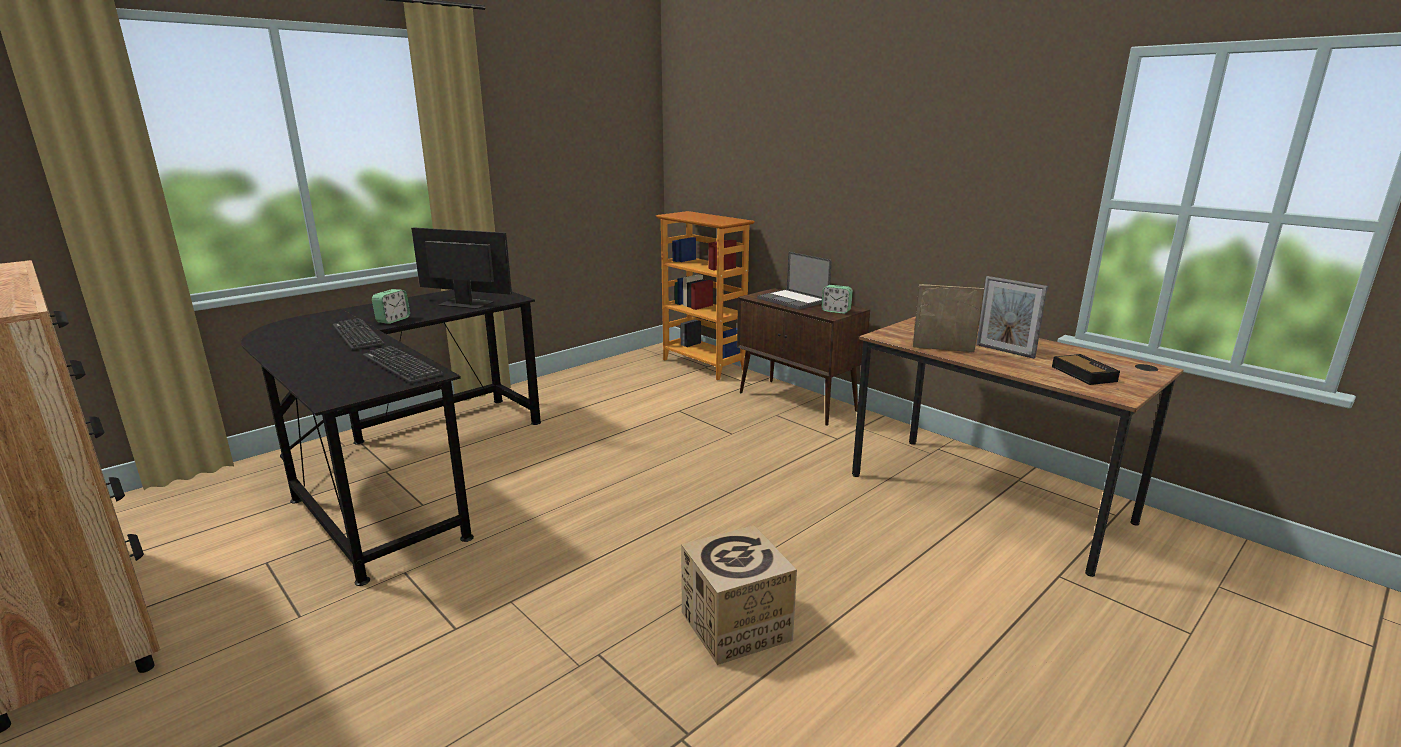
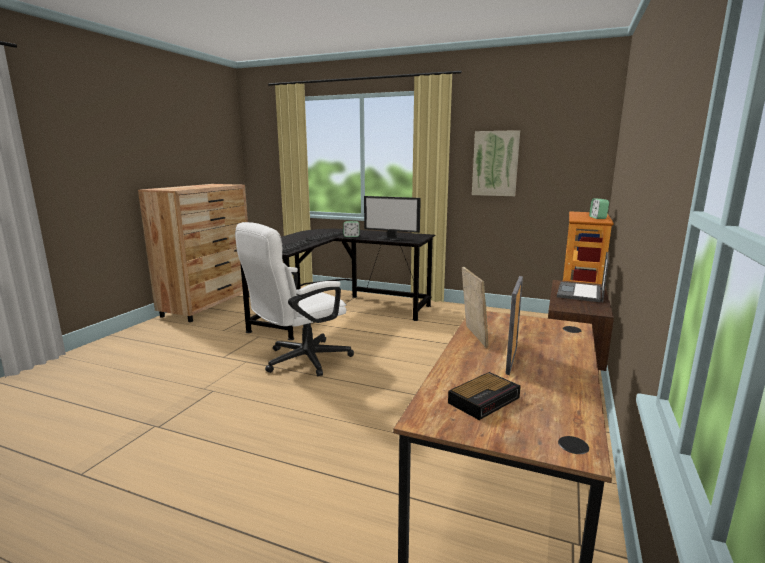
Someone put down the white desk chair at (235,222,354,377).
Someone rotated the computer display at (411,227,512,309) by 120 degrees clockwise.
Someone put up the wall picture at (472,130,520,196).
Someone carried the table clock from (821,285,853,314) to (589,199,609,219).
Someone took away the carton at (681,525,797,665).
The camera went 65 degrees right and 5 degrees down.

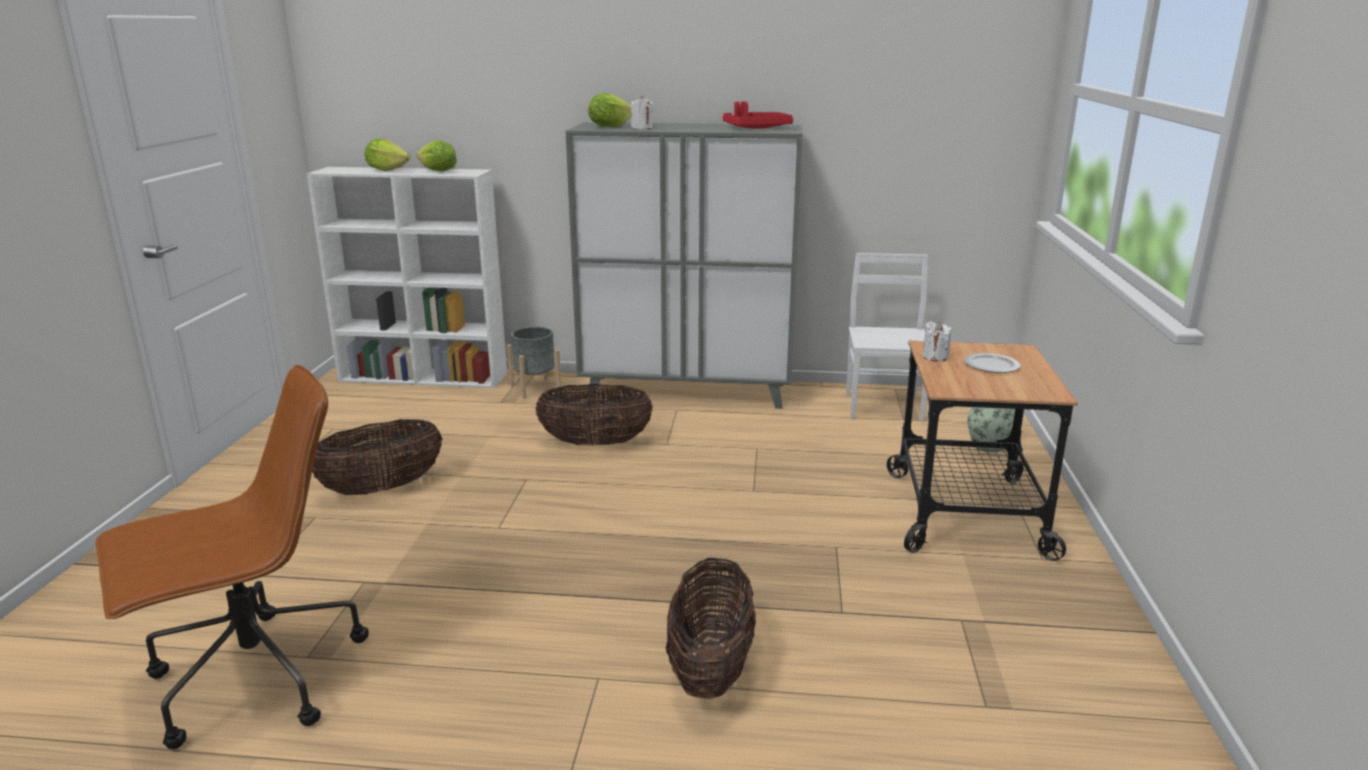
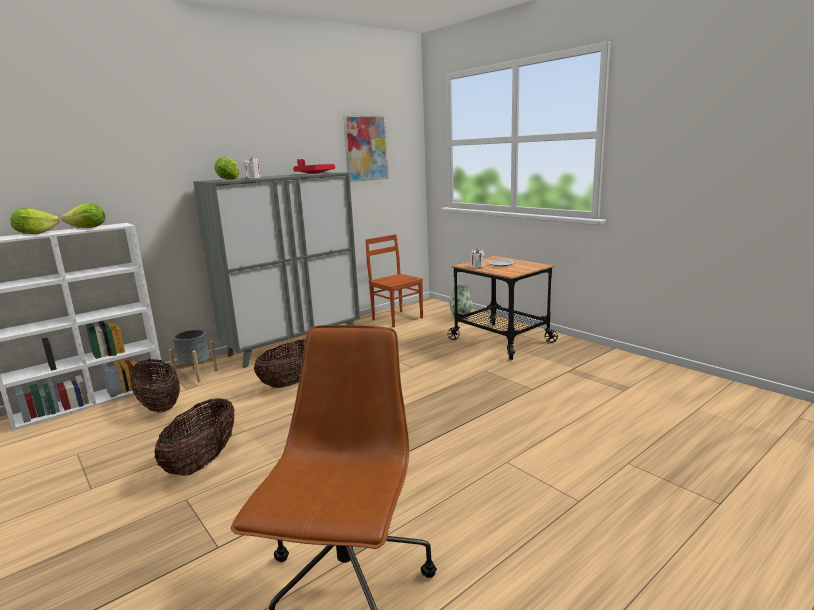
Someone carried the basket from (666,557,756,699) to (130,359,180,413).
Someone put up the wall picture at (343,115,389,182).
Someone repainted the white chair at (846,253,928,422), which became the brownish chair at (365,234,423,327).
The camera went 45 degrees left and 5 degrees down.

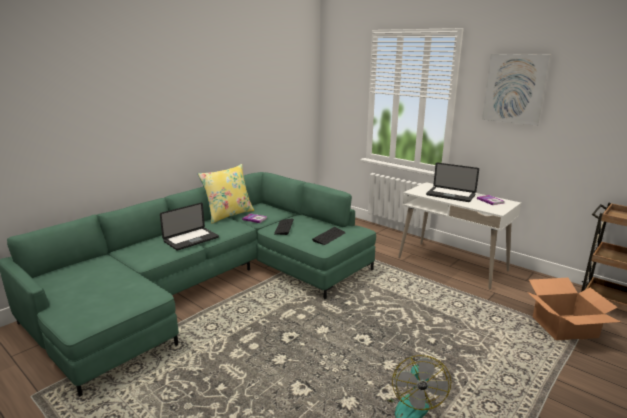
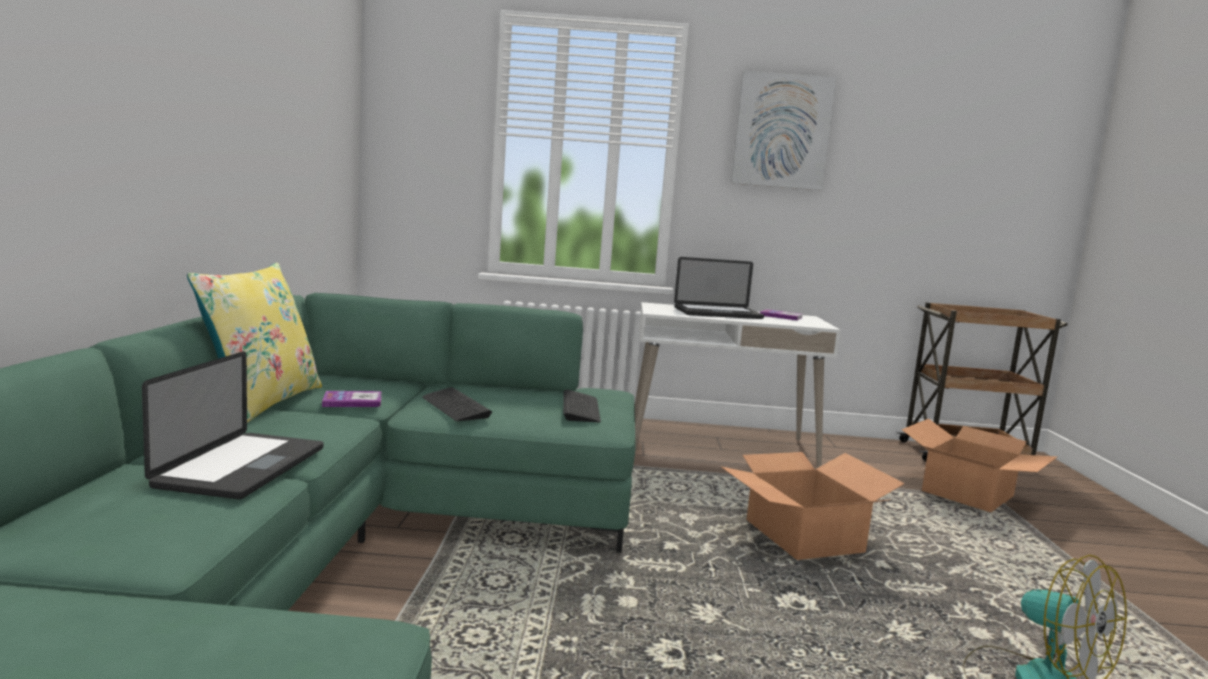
Someone put down the carton at (721,452,905,560).
The camera went 40 degrees left and 10 degrees down.

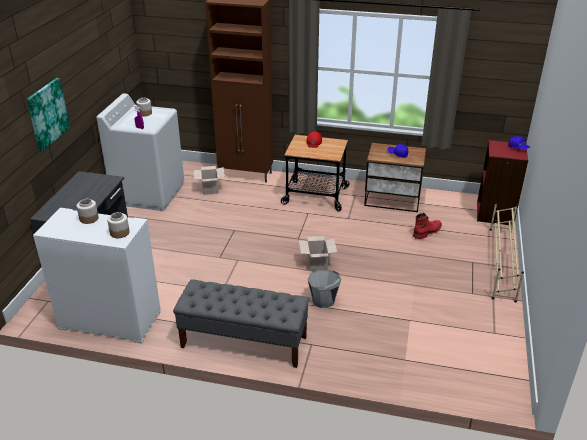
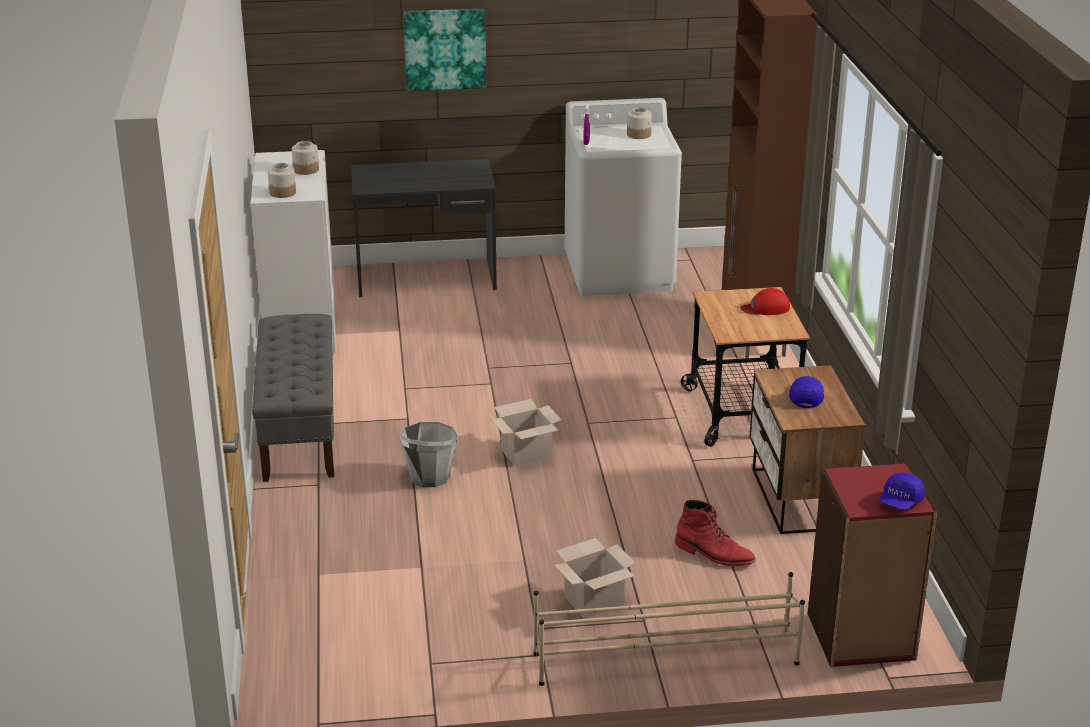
Someone carried the carton from (194,166,225,195) to (554,538,636,619).
The camera went 70 degrees right and 5 degrees down.

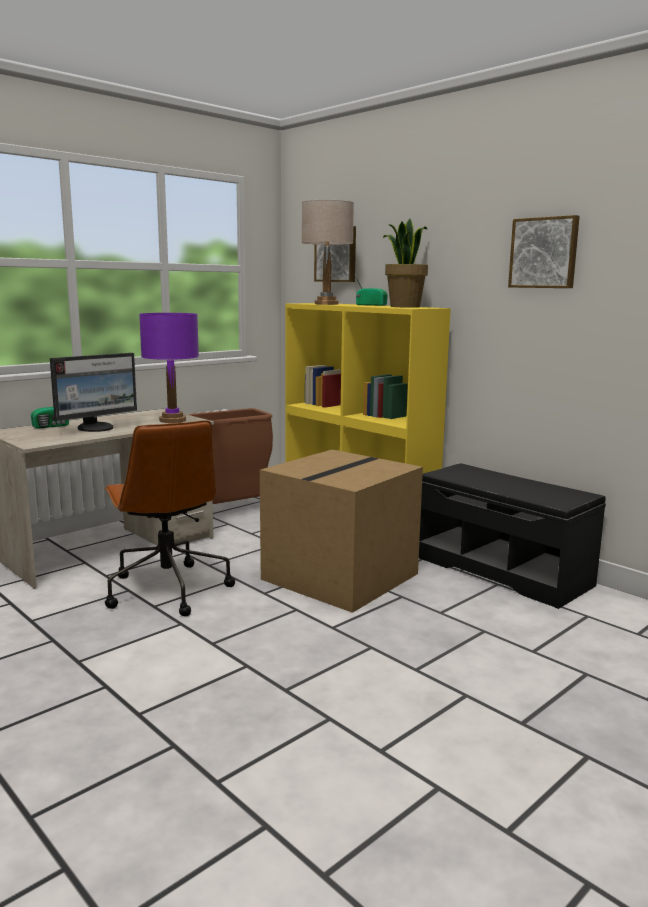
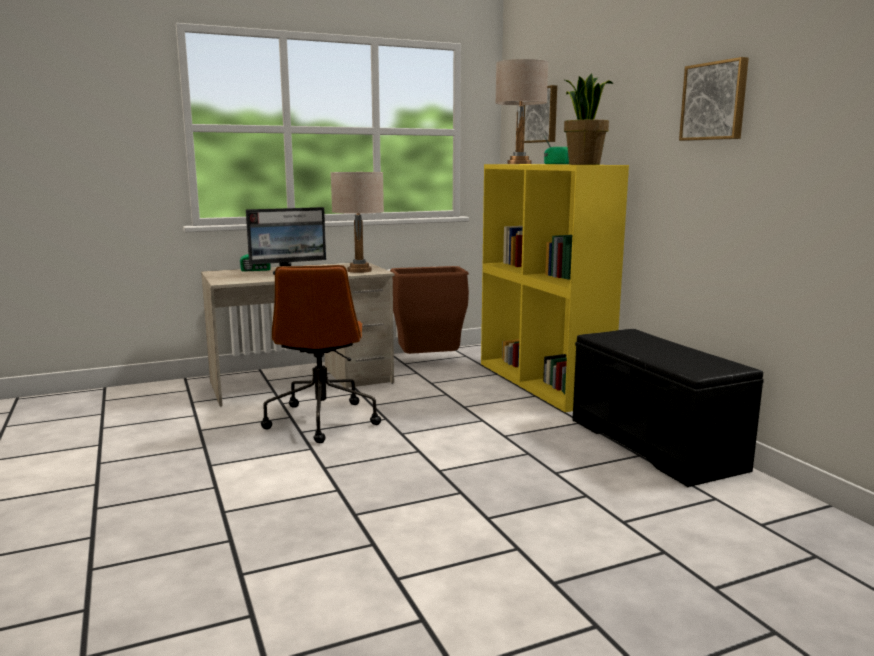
Someone repainted the purple table lamp at (139,313,199,423), which became the beige table lamp at (331,172,384,273).
Someone took away the carton at (260,450,423,613).
The camera went 20 degrees right and 0 degrees up.

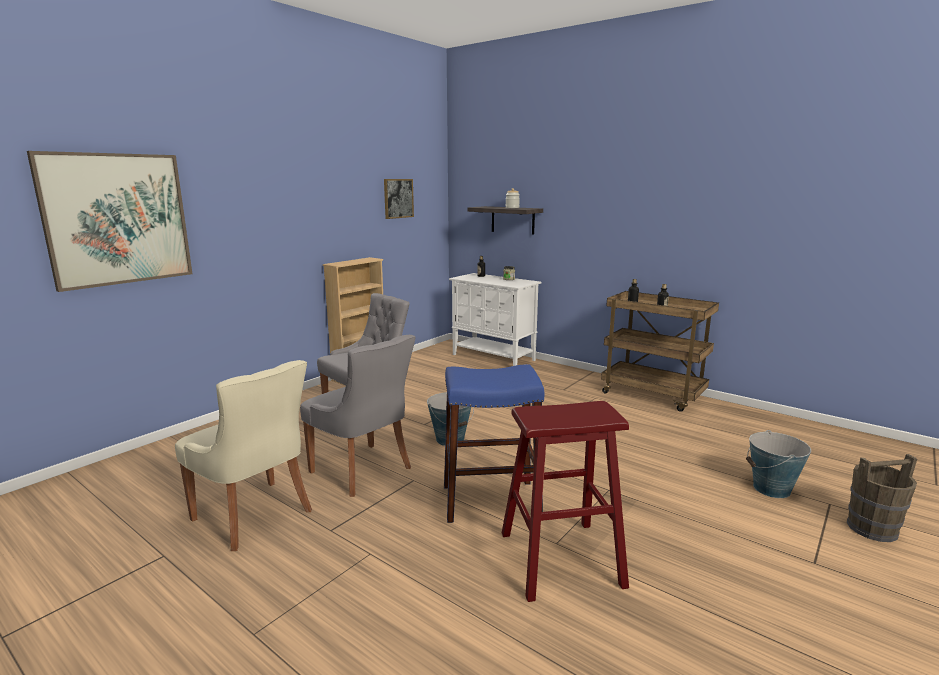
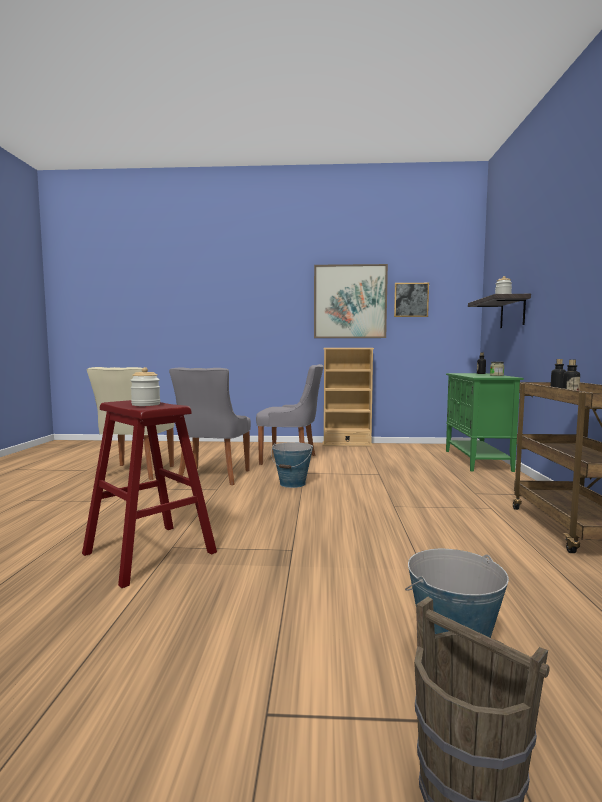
Someone put down the jar at (130,367,160,406).
Someone carried the wall picture from (27,151,193,292) to (314,264,388,338).
Someone repainted the white cupboard at (449,273,542,366), which became the green cupboard at (446,373,524,472).
Someone took away the blue-coloured stool at (444,364,544,523).
The camera went 55 degrees right and 10 degrees down.

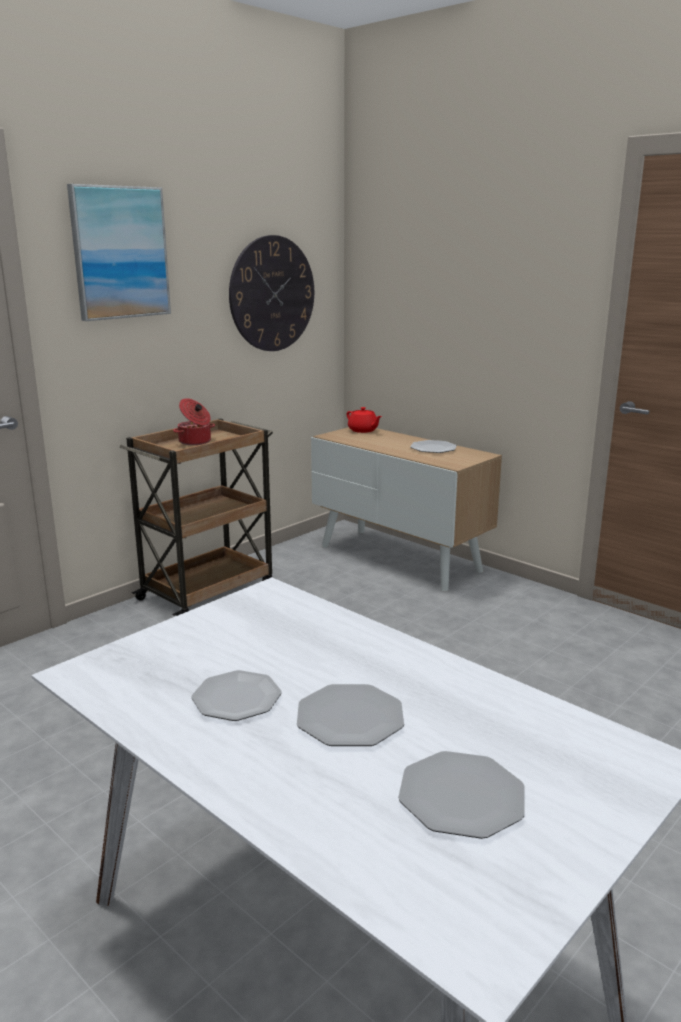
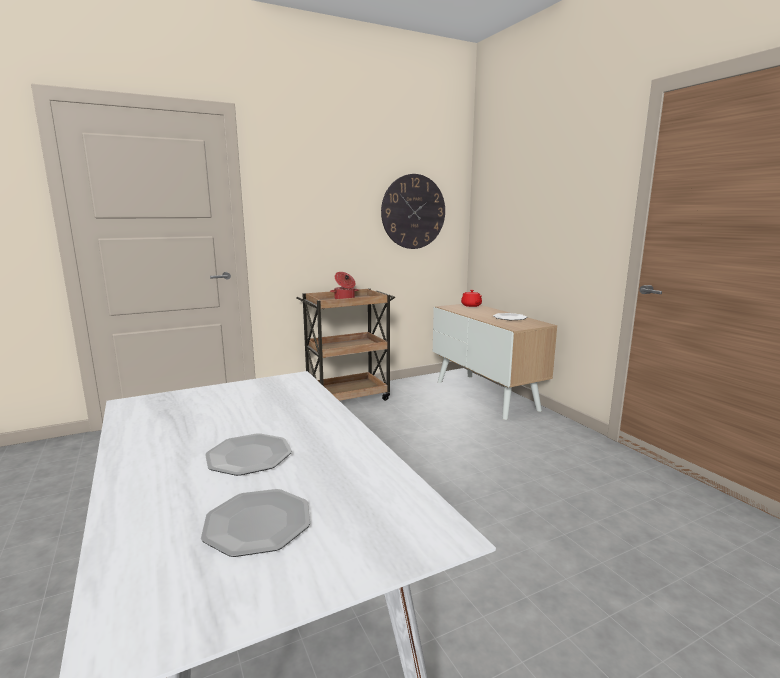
Someone took away the wall picture at (67,184,171,321).
Someone took away the dinner plate at (191,670,282,721).
The camera went 20 degrees right and 5 degrees down.

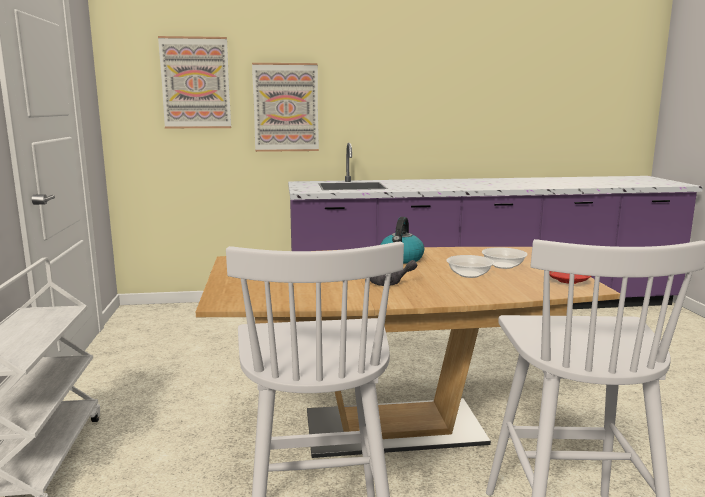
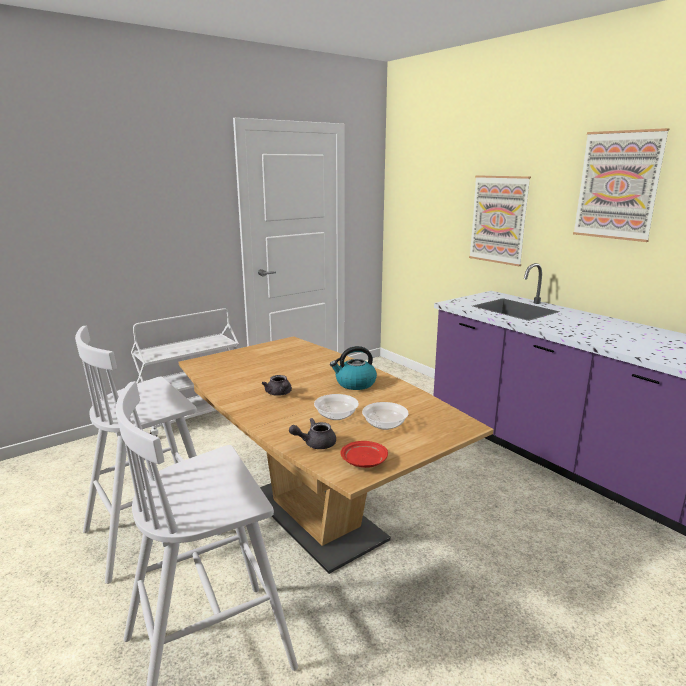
Someone put down the grey pot for tea at (289,418,336,449).
Someone carried the wall picture from (158,36,231,128) to (573,128,669,242).
The camera went 60 degrees right and 5 degrees up.

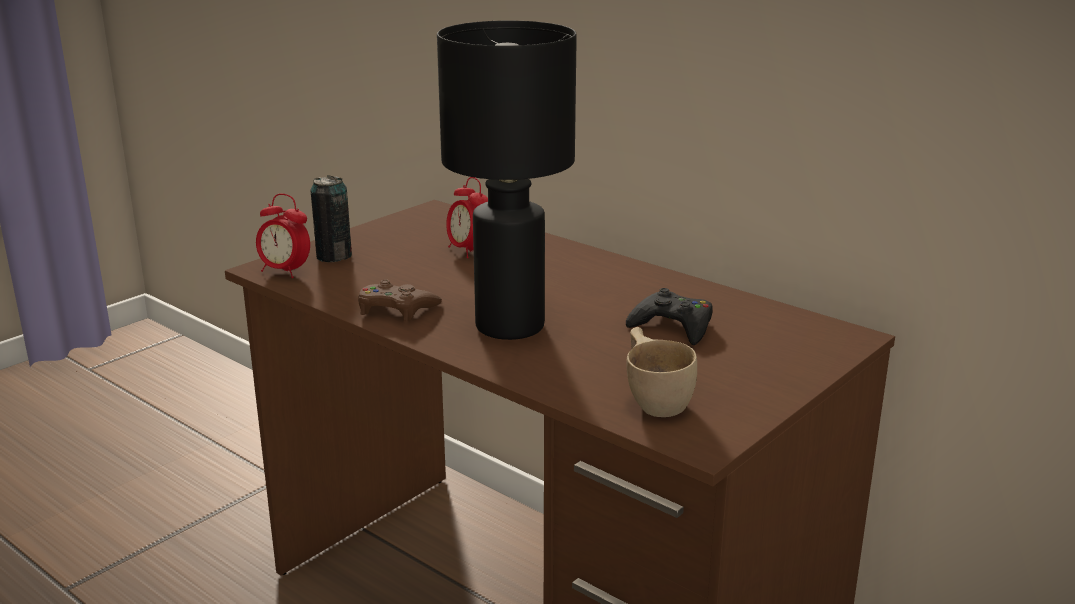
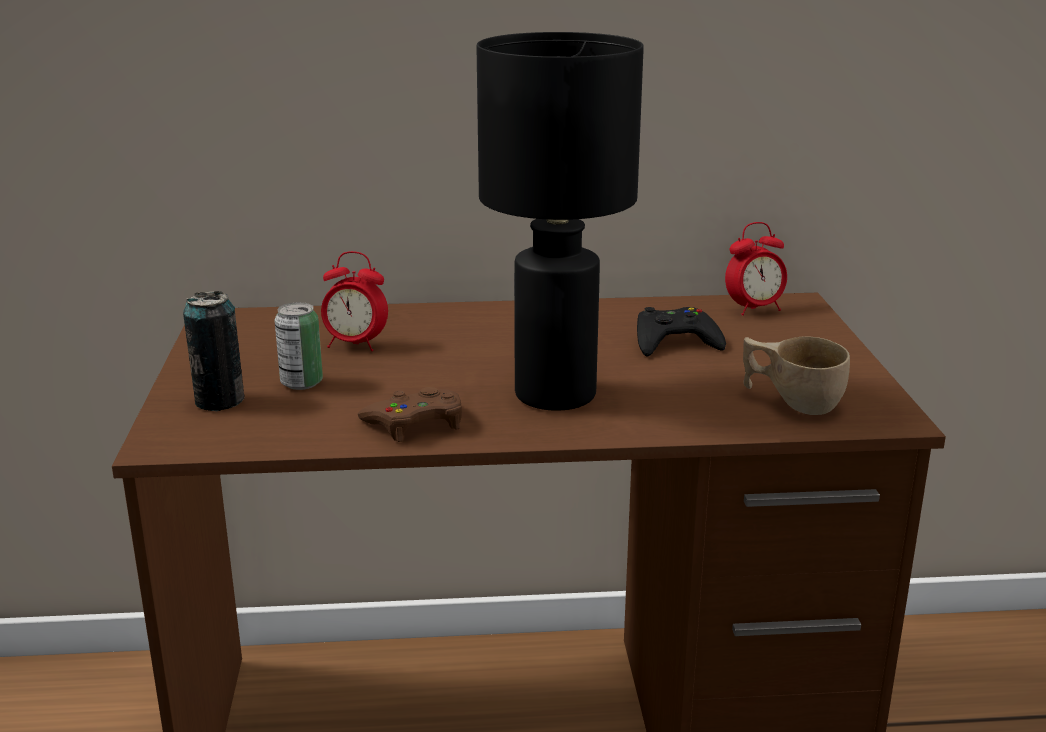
Someone put down the sealed can at (275,302,323,390).
Someone carried the table clock from (256,194,310,278) to (725,222,787,315).
The camera went 45 degrees left and 0 degrees up.

